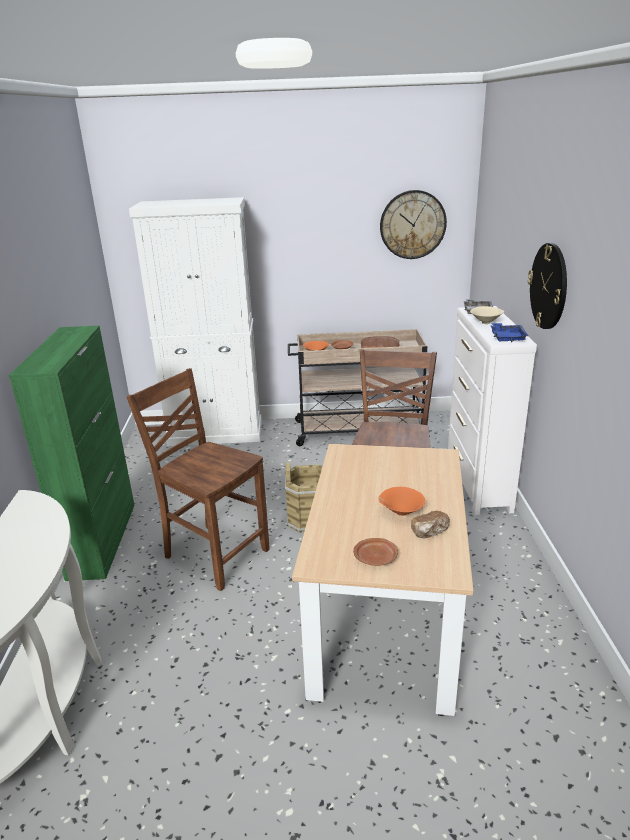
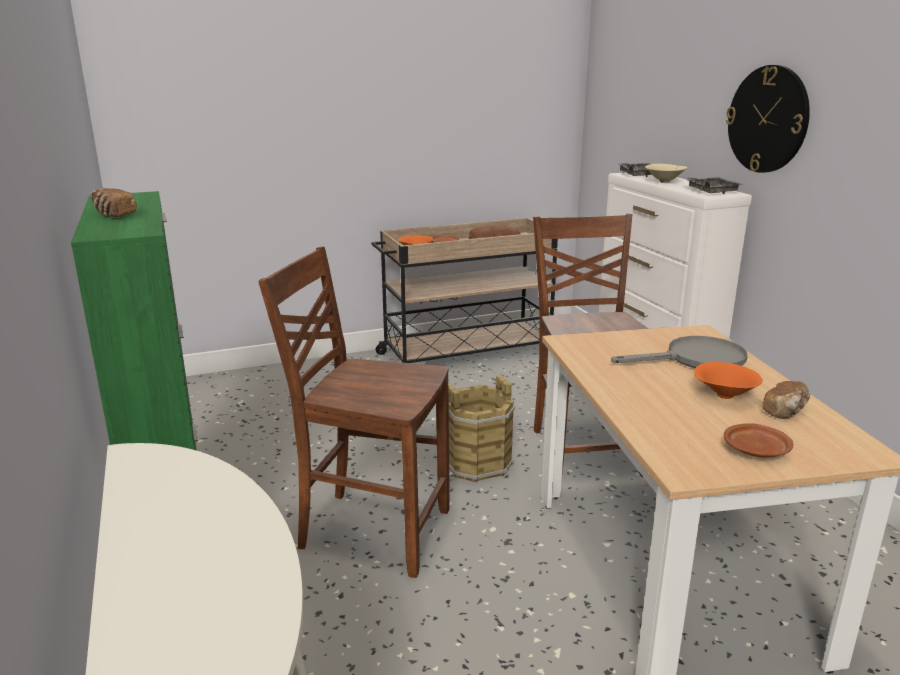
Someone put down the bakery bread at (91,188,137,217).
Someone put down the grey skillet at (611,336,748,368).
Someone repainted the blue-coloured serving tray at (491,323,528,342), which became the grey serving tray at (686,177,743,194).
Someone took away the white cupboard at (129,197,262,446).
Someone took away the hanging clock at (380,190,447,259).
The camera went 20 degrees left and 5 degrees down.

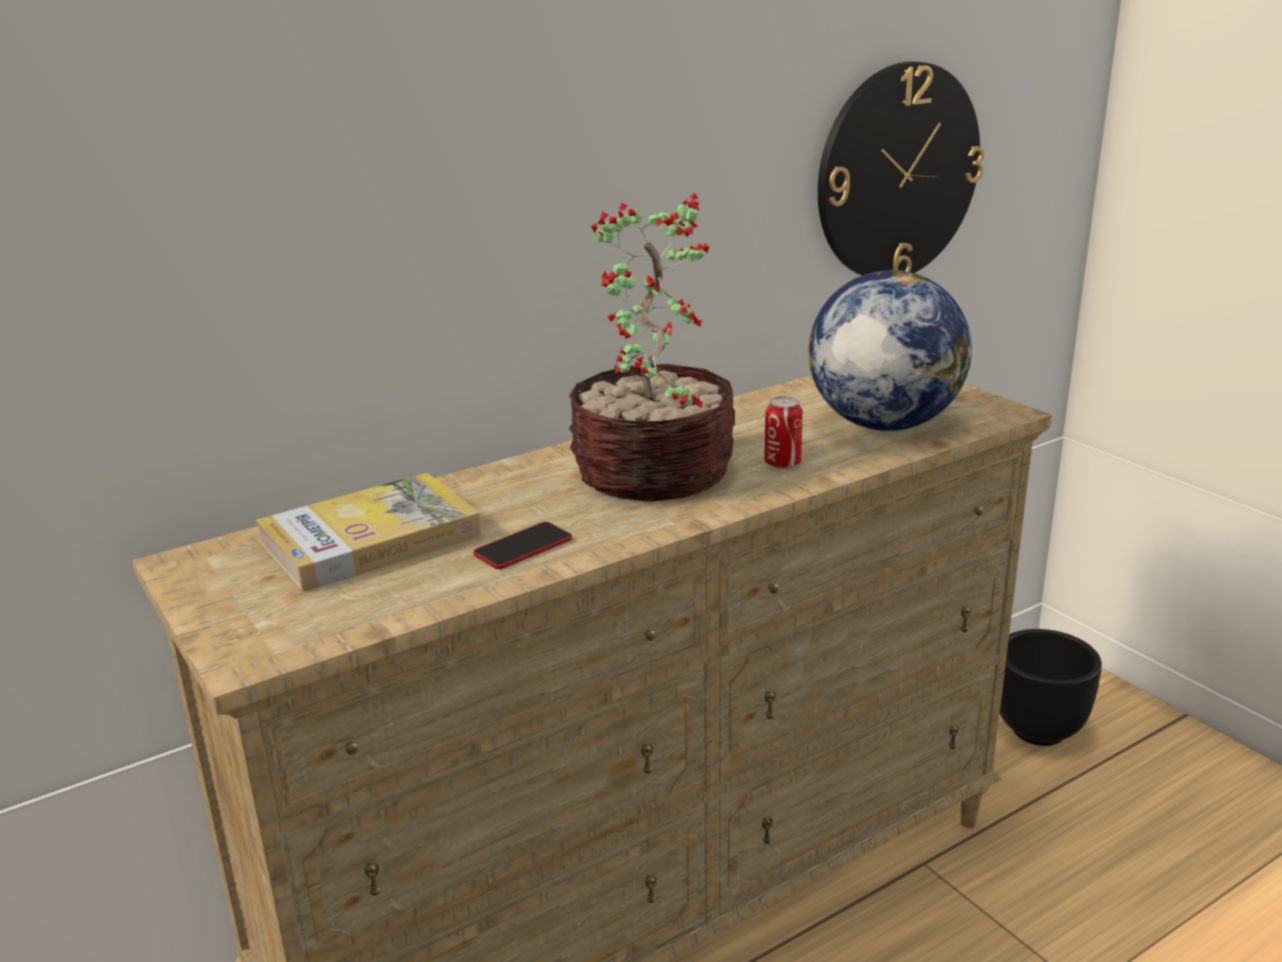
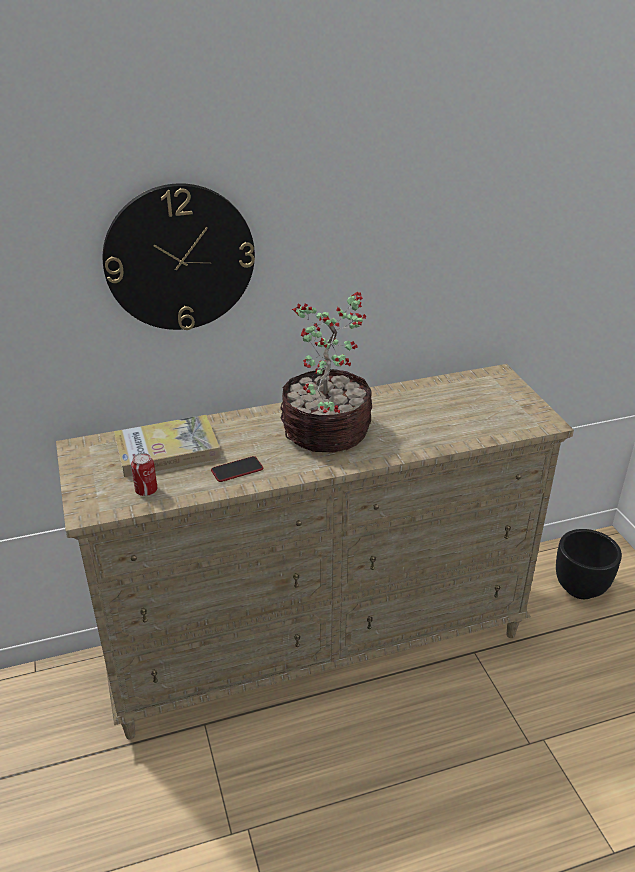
Someone carried the hanging clock from (818,61,984,276) to (103,183,255,330).
Someone carried the sealed can from (764,396,803,469) to (131,453,158,496).
Someone took away the world globe at (808,270,972,431).
The camera went 15 degrees right and 10 degrees up.

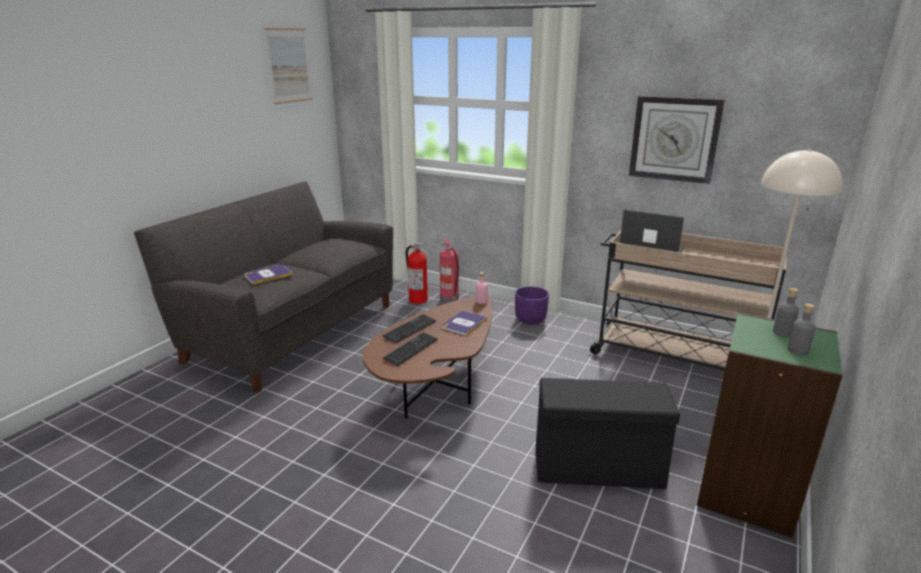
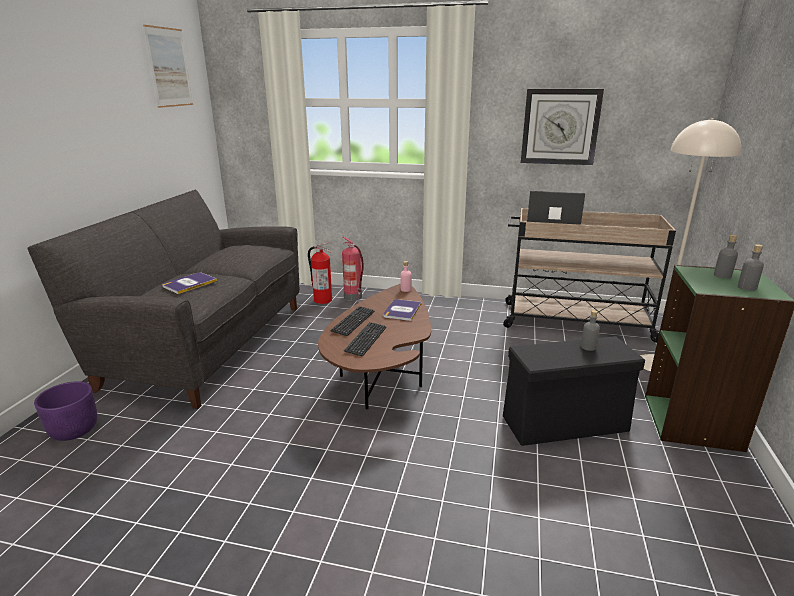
Someone carried the purple planter from (515,286,549,324) to (34,381,97,441).
Someone put down the grey bottle at (581,310,600,351).
The camera went 15 degrees left and 0 degrees up.

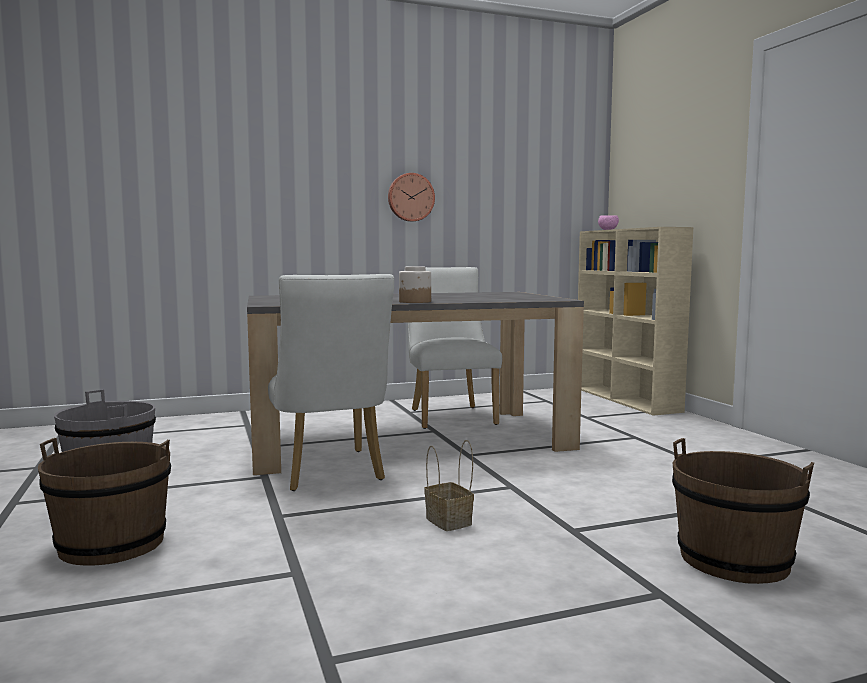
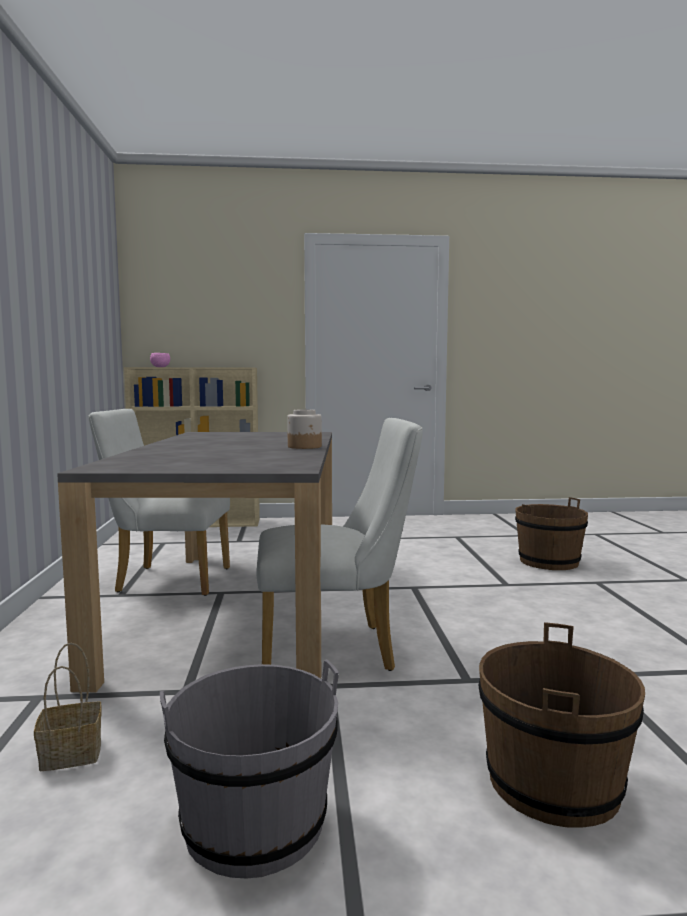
Someone carried the basket from (424,440,474,531) to (34,643,102,771).
Someone took away the hanging clock at (388,173,435,222).
The camera went 75 degrees left and 0 degrees up.

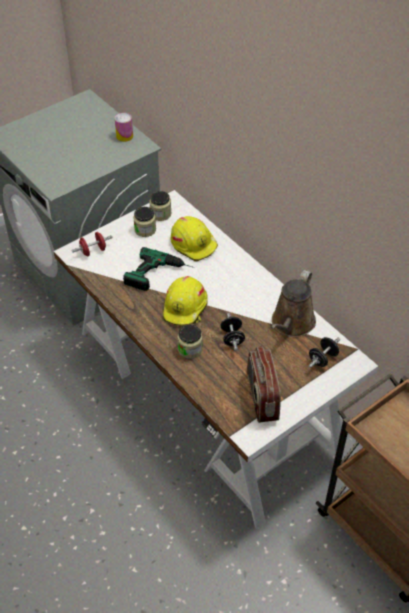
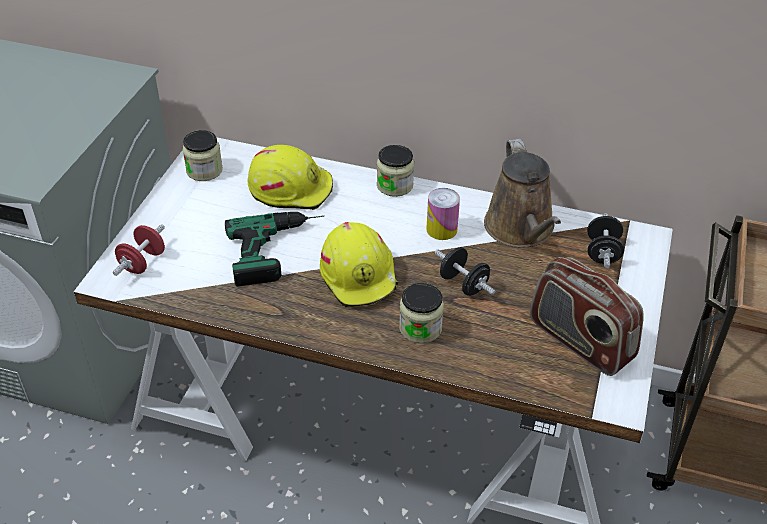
Someone carried the jar from (133,207,156,237) to (377,145,414,197).
Someone carried the sealed can from (115,113,133,142) to (426,188,460,240).
The camera went 35 degrees left and 5 degrees down.

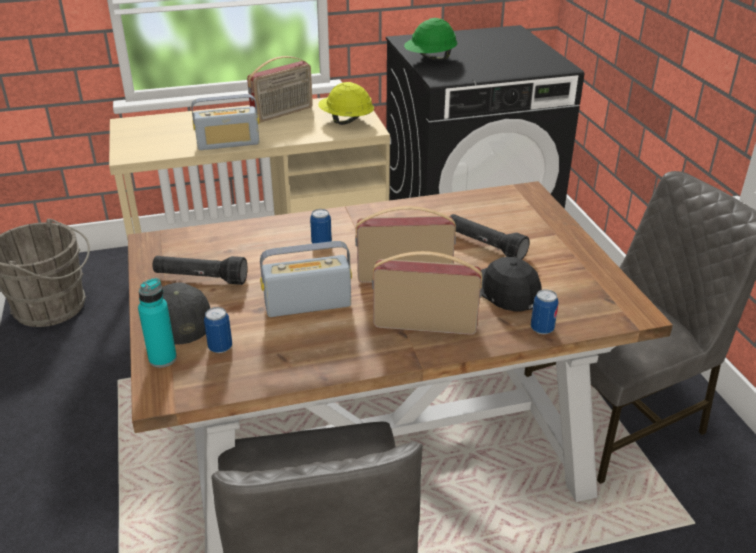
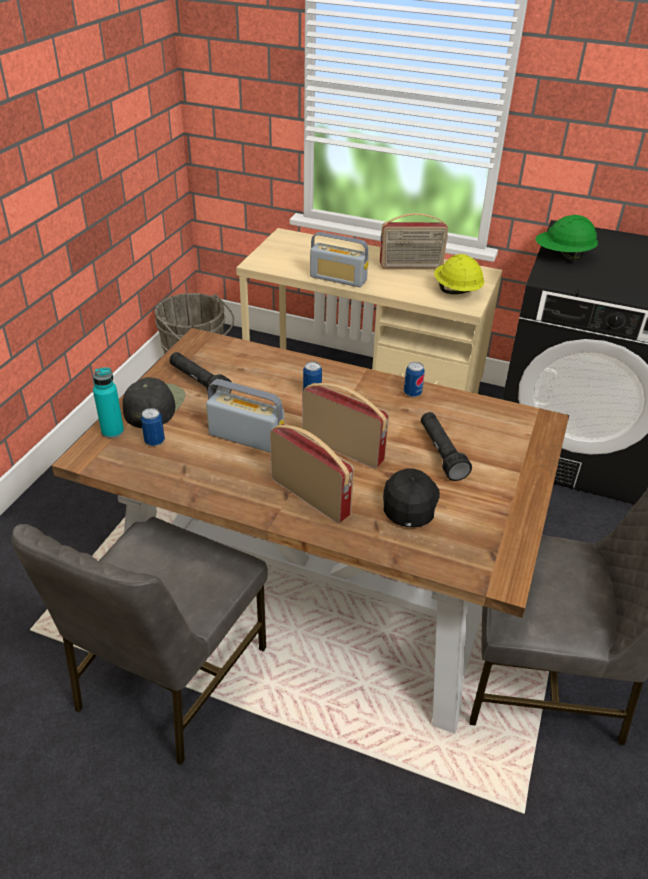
Someone carried the sealed can from (531,289,559,334) to (404,362,425,397).
The camera went 35 degrees right and 5 degrees up.

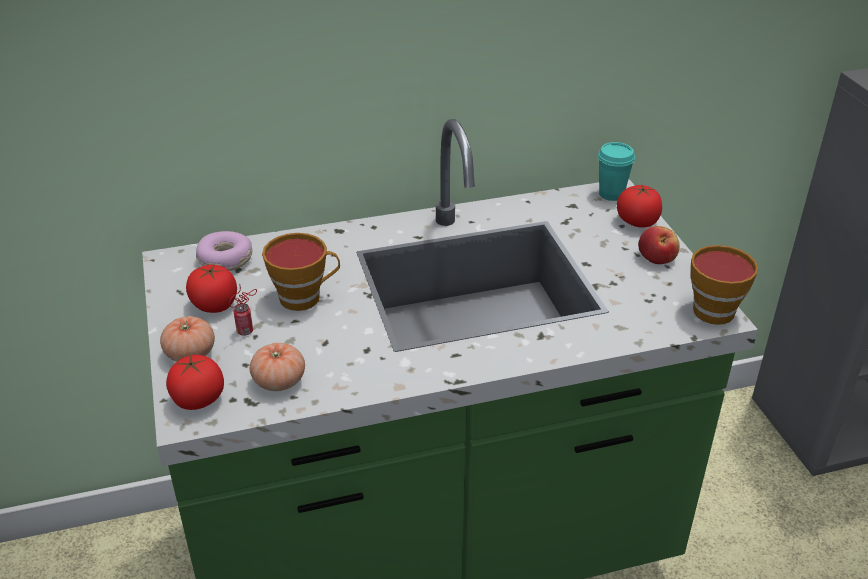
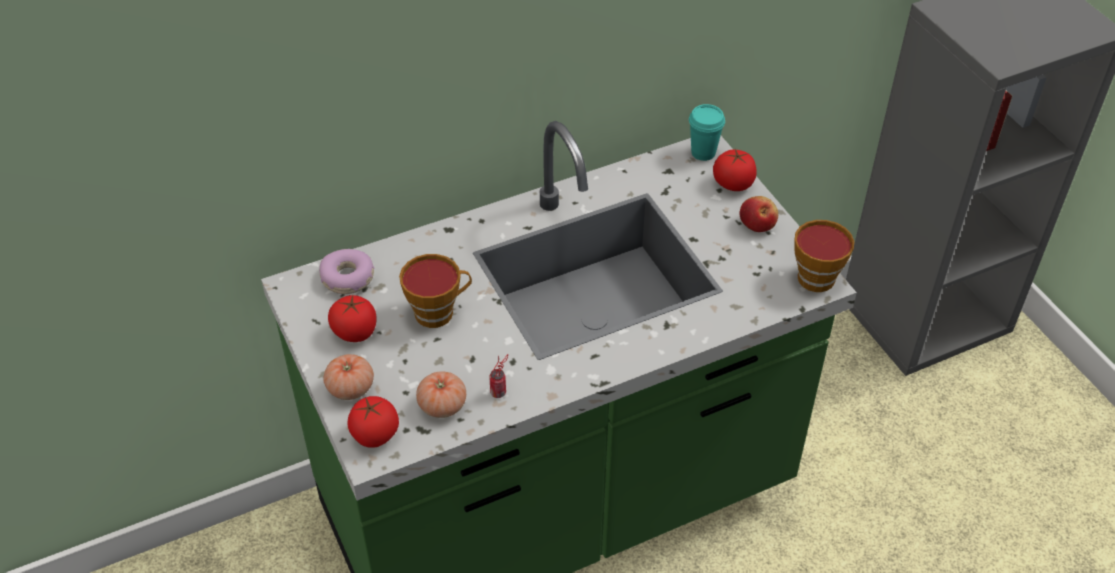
Someone carried the sealed can from (229,284,257,336) to (489,354,508,398).
The camera went 10 degrees left and 10 degrees up.

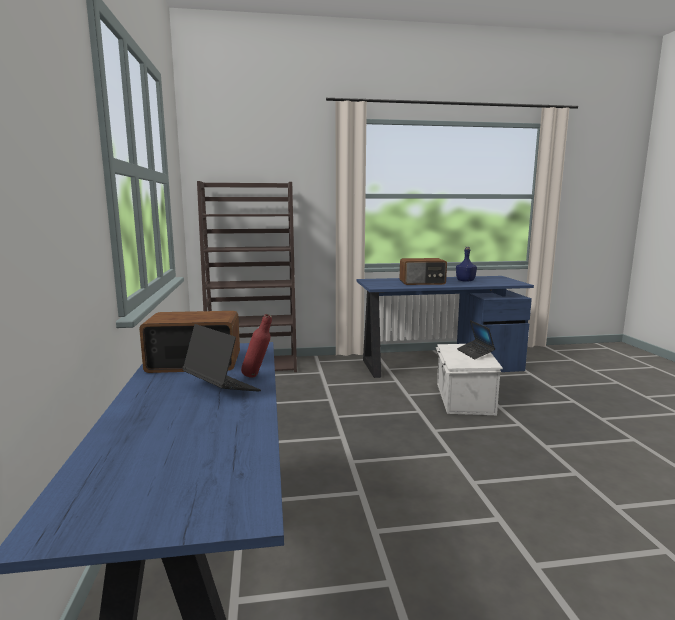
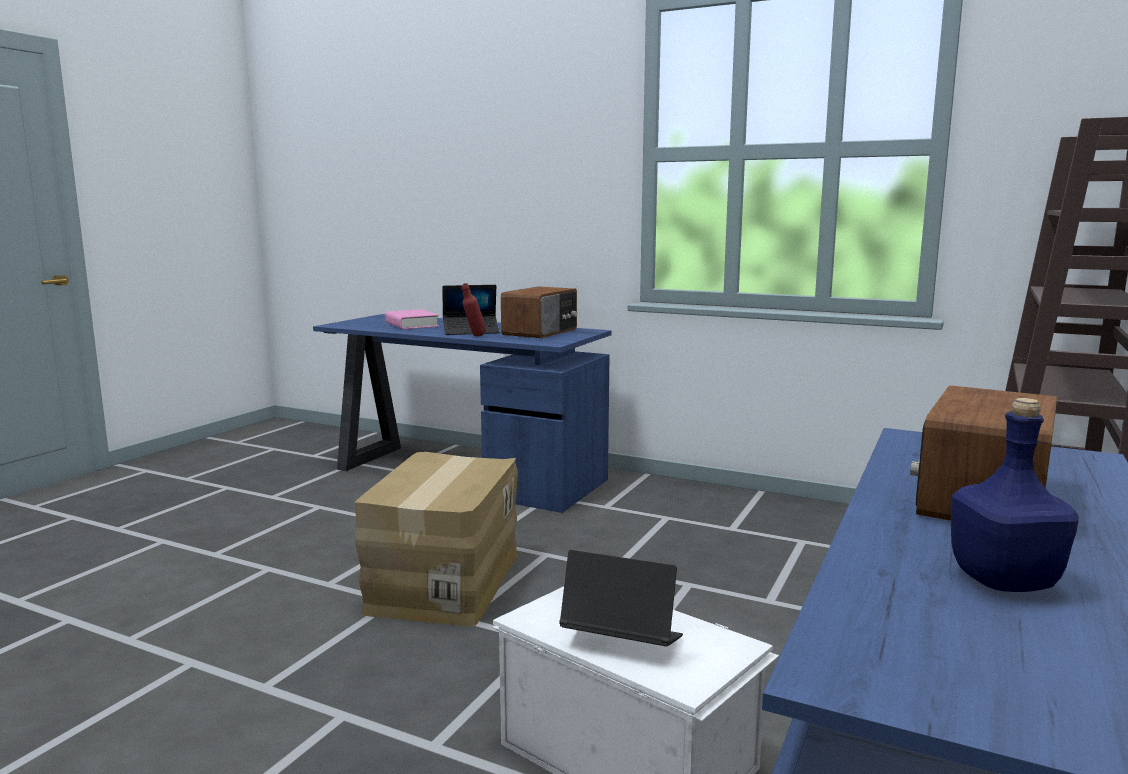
Someone put down the carton at (355,452,518,626).
Someone put down the pink-coloured bound book at (385,309,439,329).
The camera went 125 degrees right and 0 degrees up.

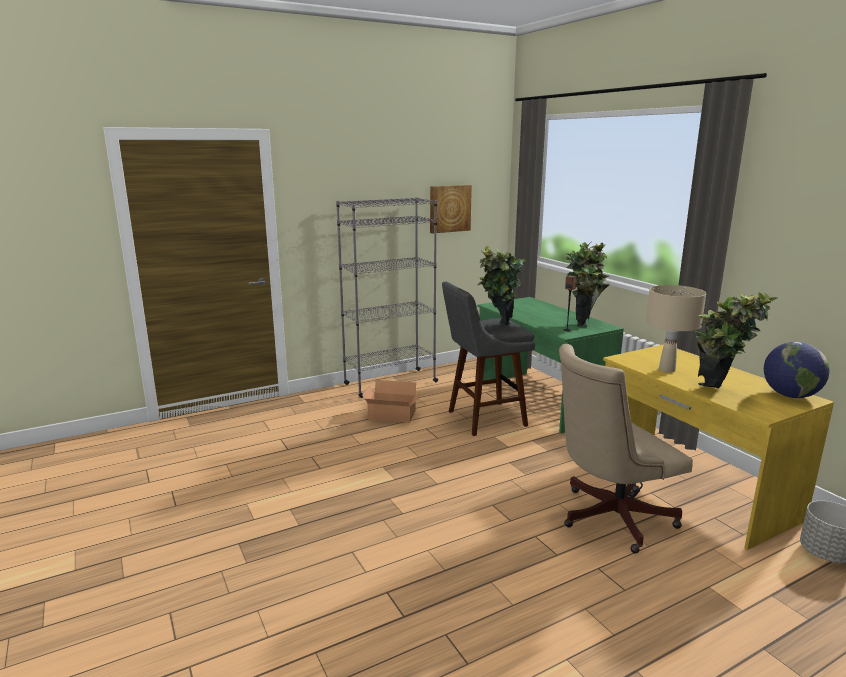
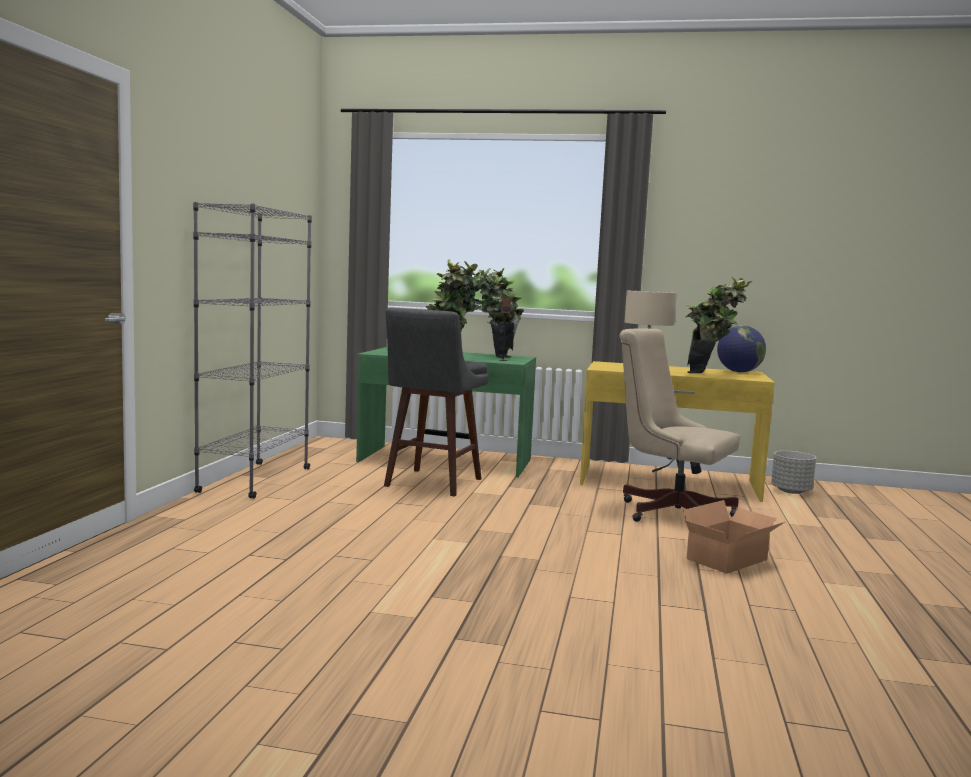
Someone rotated the beige desk chair at (559,344,693,553) by 105 degrees clockwise.
Someone carried the carton from (362,380,422,423) to (683,500,785,574).
Someone took away the wall picture at (430,185,472,233).
The camera went 50 degrees left and 10 degrees down.

